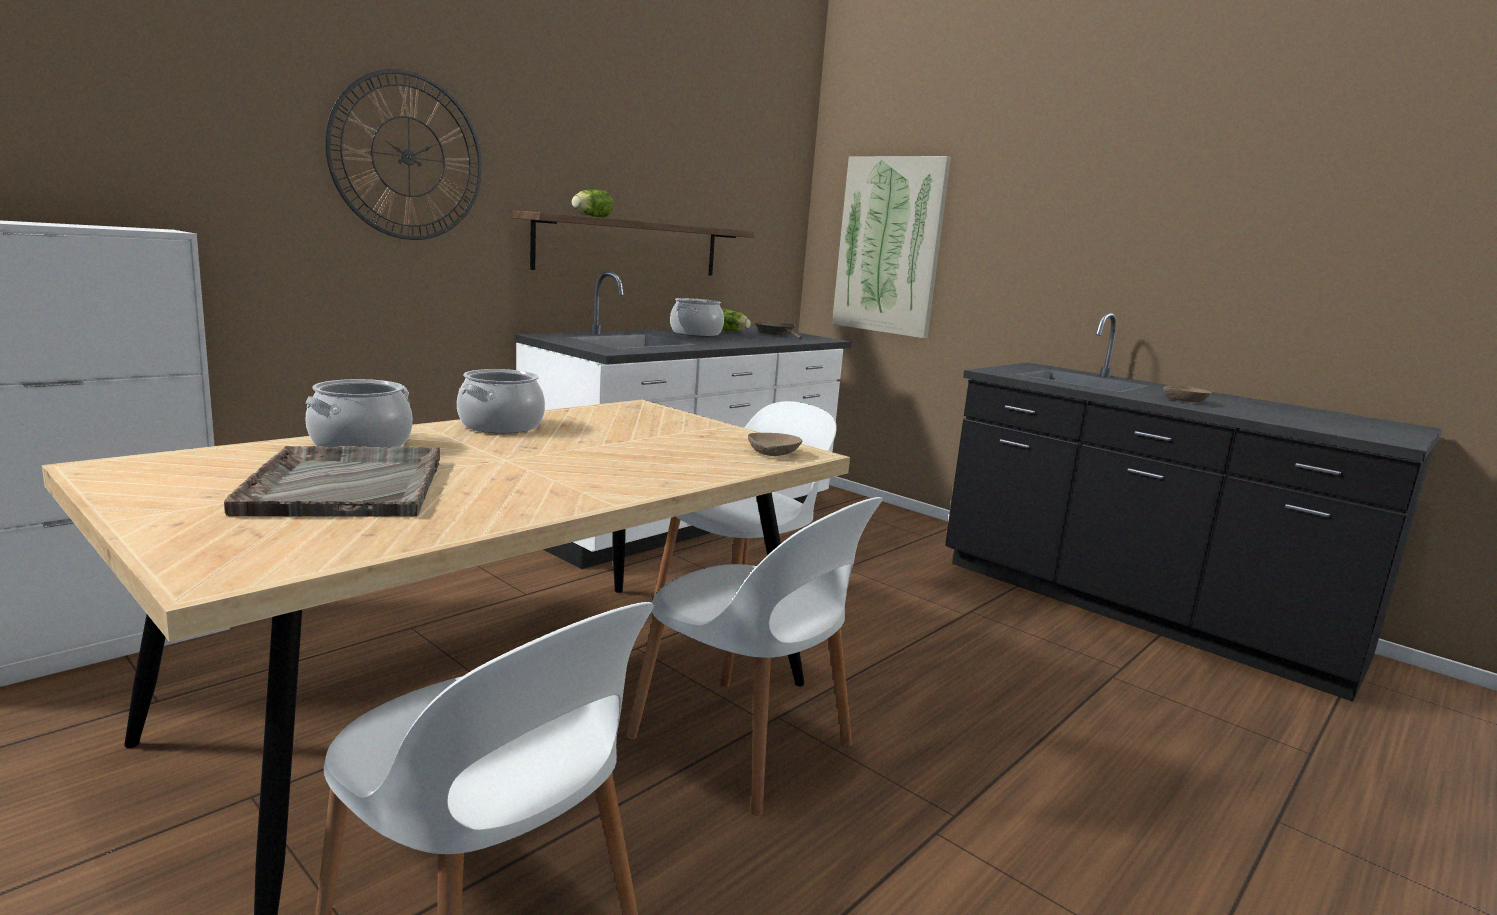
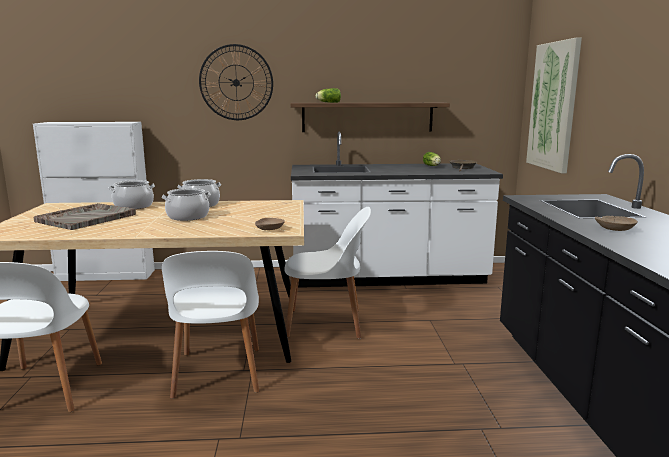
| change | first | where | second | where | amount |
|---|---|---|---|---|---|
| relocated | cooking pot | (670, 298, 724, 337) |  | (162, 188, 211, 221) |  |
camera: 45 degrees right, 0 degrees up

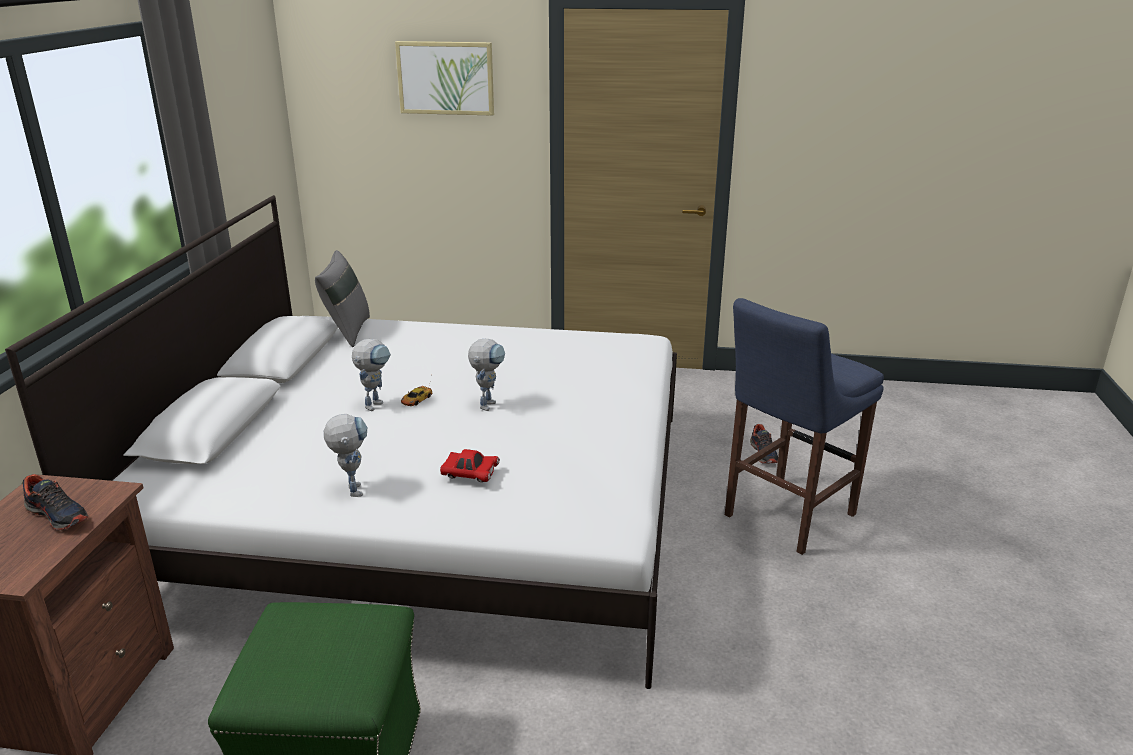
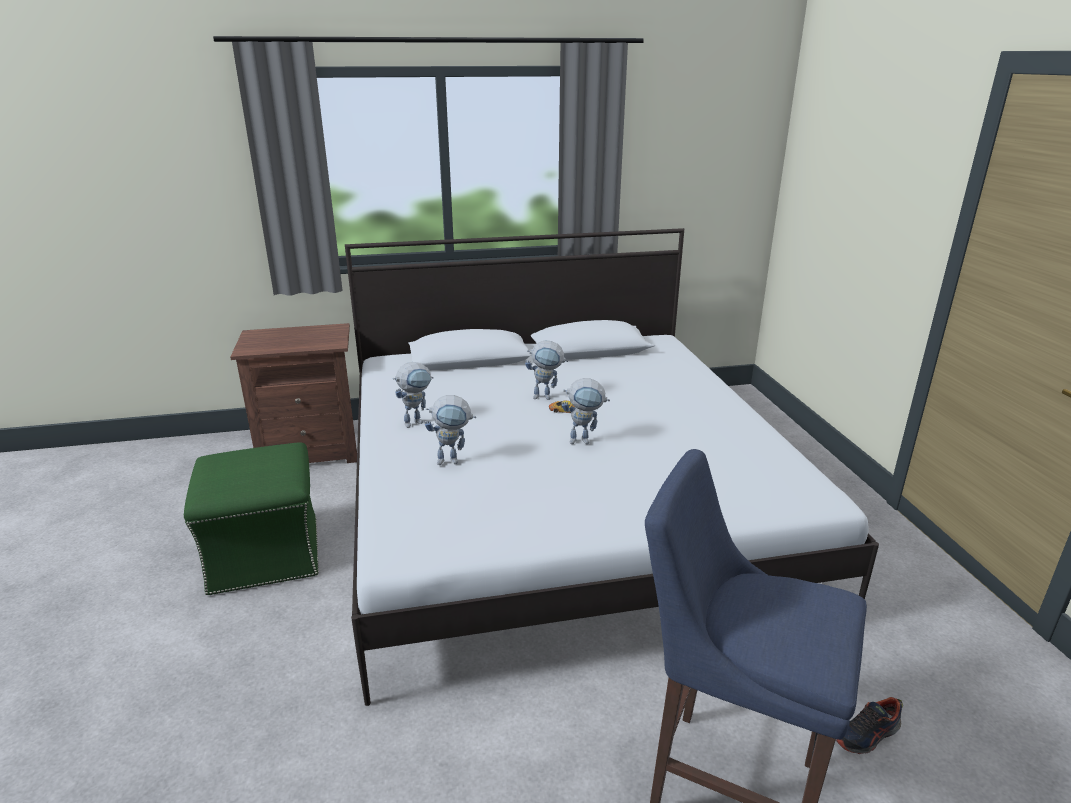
| change | first | where | second | where | amount |
|---|---|---|---|---|---|
| missing | shoe | (22, 474, 88, 530) |  |  |  |
| missing | grey pillow | (315, 250, 370, 347) |  |  |  |
| missing | picture | (395, 41, 494, 116) |  |  |  |
| exchanged | red toy car | (440, 449, 500, 482) | toy robot | (425, 395, 476, 465) |  |
camera: 70 degrees right, 0 degrees up

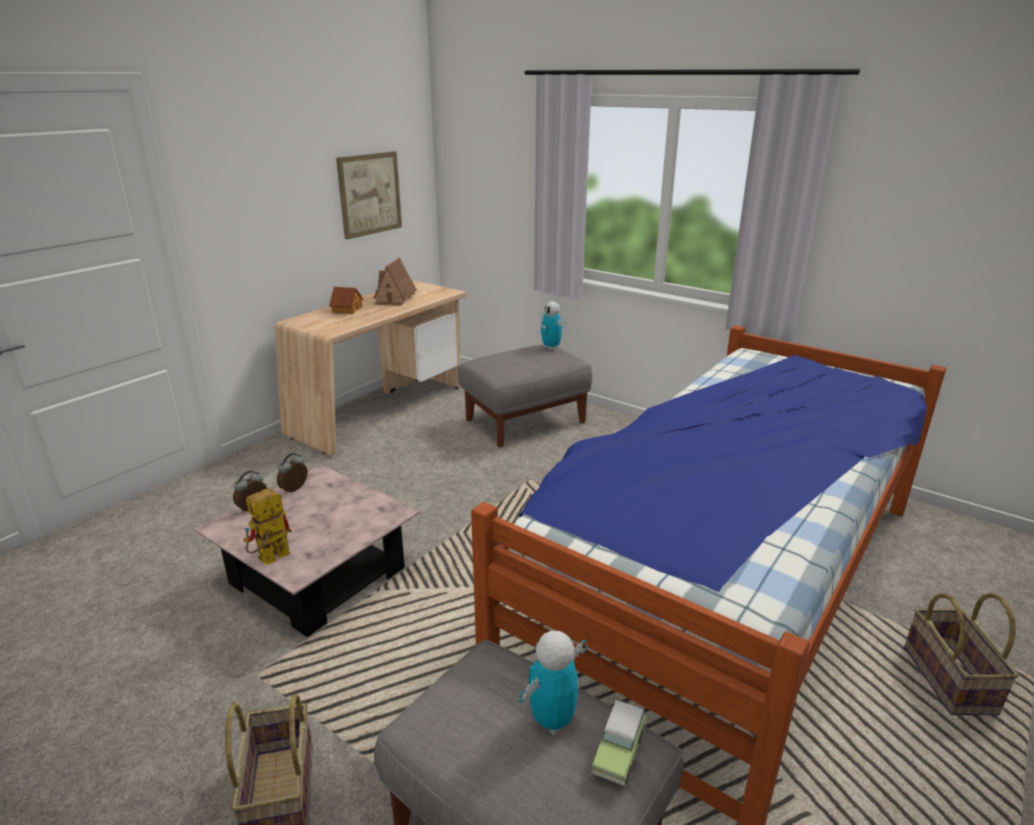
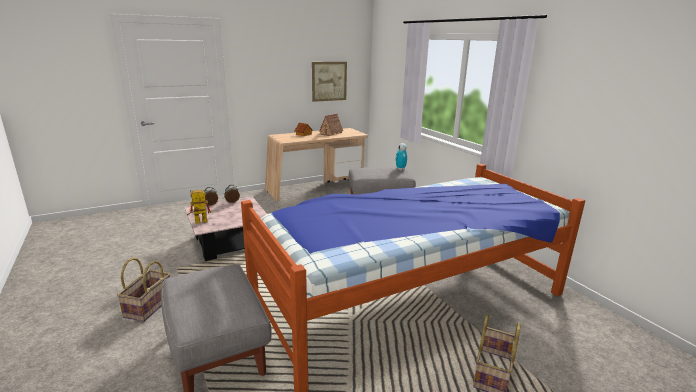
| change | first | where | second | where | amount |
|---|---|---|---|---|---|
| missing | toy robot | (518, 630, 587, 735) |  |  |  |
| missing | toy car | (591, 700, 646, 786) |  |  |  |
camera: 25 degrees right, 5 degrees down

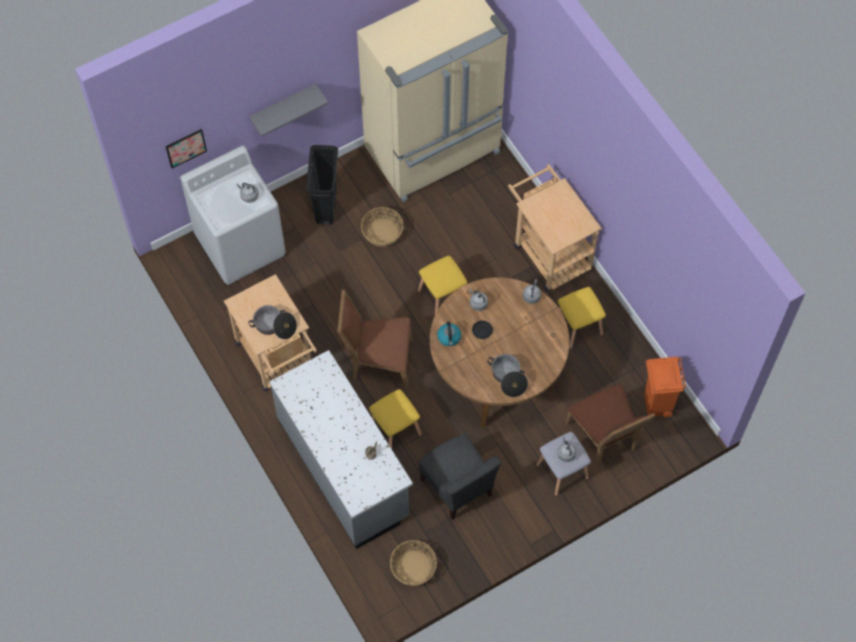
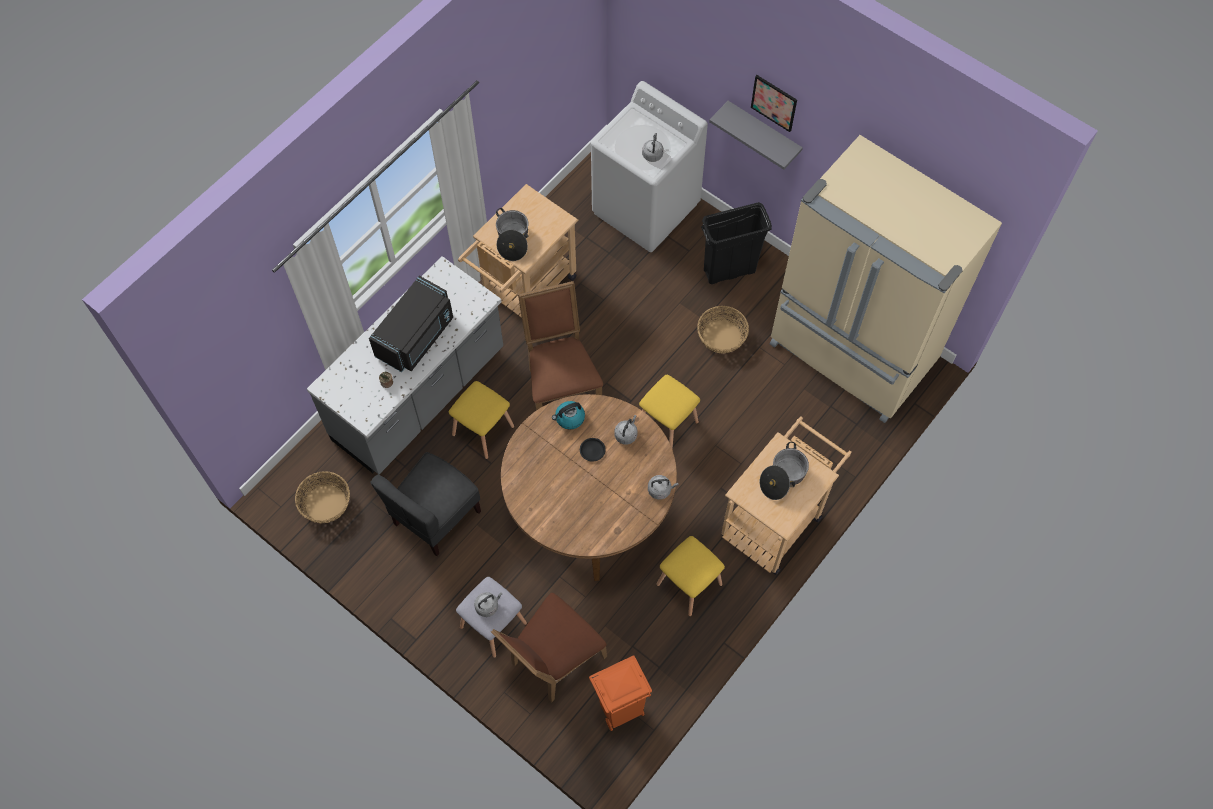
| change | first | where | second | where | amount |
|---|---|---|---|---|---|
| relocated | picture | (166, 129, 207, 168) |  | (751, 75, 797, 132) |  |
| relocated | cooking pot | (487, 354, 528, 397) |  | (760, 442, 809, 500) |  |
| appeared |  |  | black microwave | (369, 276, 453, 372) |  |
camera: 70 degrees right, 0 degrees up

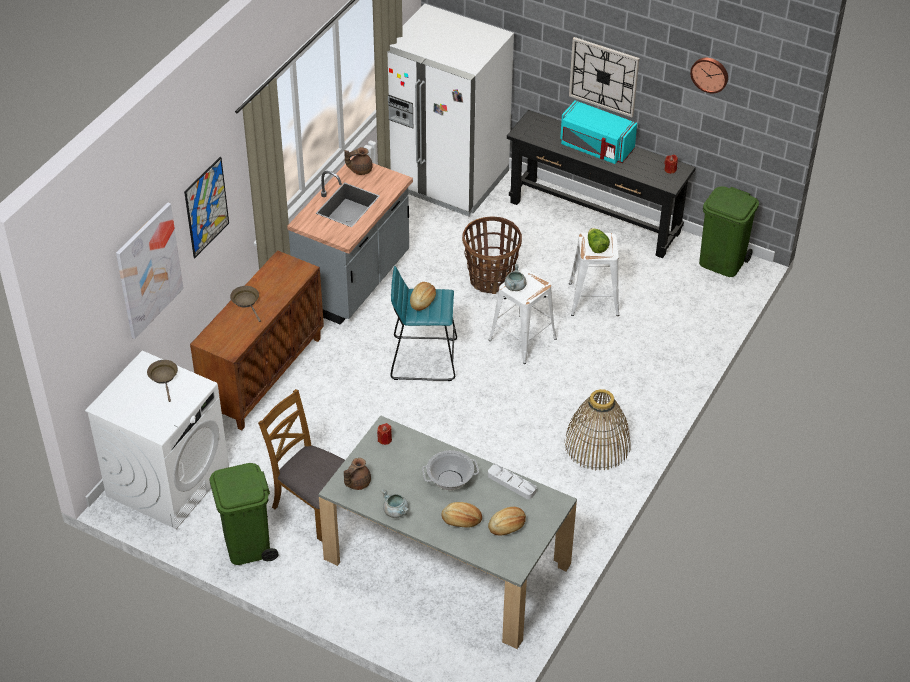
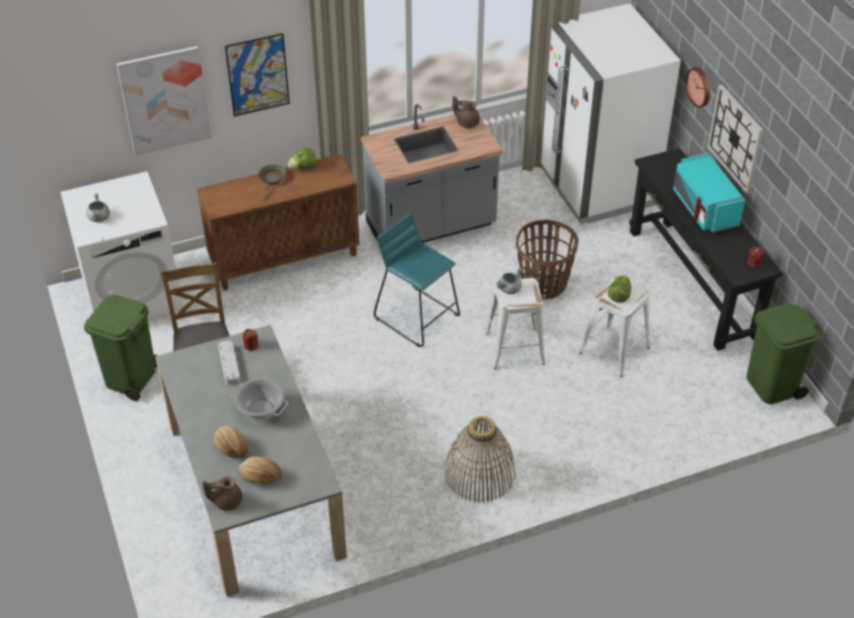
| change | first | where | second | where | amount |
|---|---|---|---|---|---|
| missing | brown frying pan | (147, 360, 178, 402) |  |  |  |
| relocated | brown teapot | (344, 458, 371, 490) |  | (202, 476, 242, 511) |  |
| relocated | grey cooking pot | (381, 489, 409, 518) |  | (86, 194, 110, 222) |  |
| missing | bread | (410, 282, 436, 311) |  |  |  |
| relocated | grey tray | (488, 464, 536, 499) |  | (218, 341, 240, 385) |  |
| relocated | wall clock | (690, 58, 728, 93) |  | (685, 67, 710, 108) |  |
| appeared |  |  | lettuce | (288, 148, 317, 170) |  |
camera: 40 degrees right, 0 degrees up

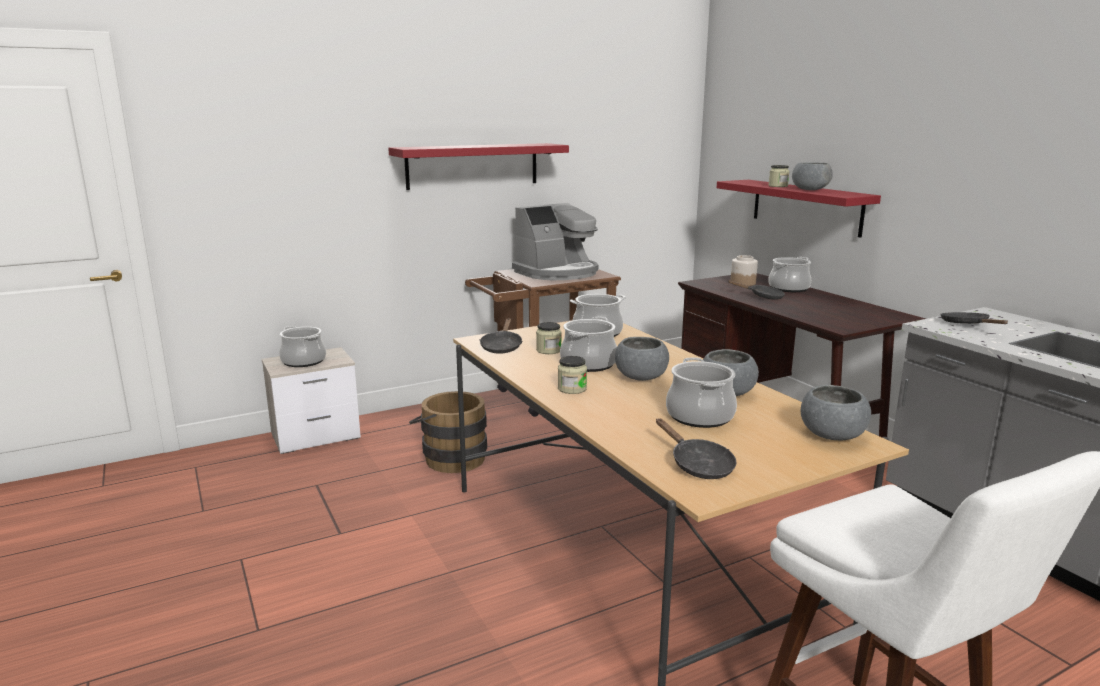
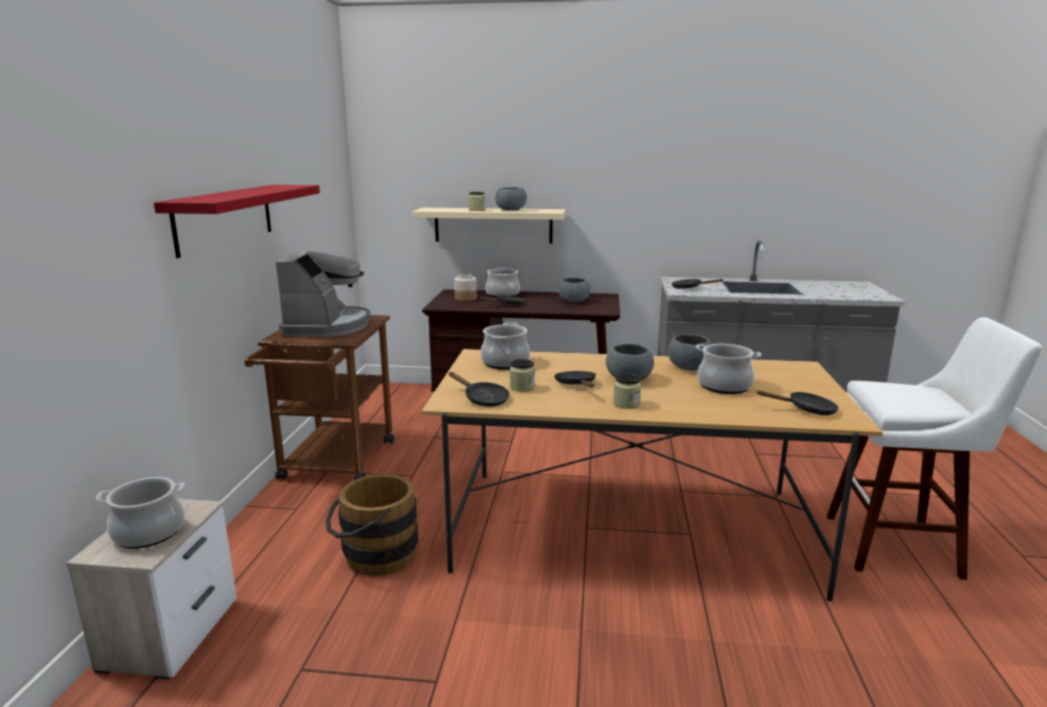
| change | first | where | second | where | amount |
|---|---|---|---|---|---|
| exchanged | cooking pot | (560, 317, 617, 372) | black frying pan | (555, 371, 596, 387) |  |
| colour | red shelf | (717, 180, 881, 238) | beige shelf | (412, 208, 566, 244) |  |
| relocated | grey bowl | (800, 385, 871, 441) |  | (558, 278, 590, 302) |  |
camera: 55 degrees left, 0 degrees up

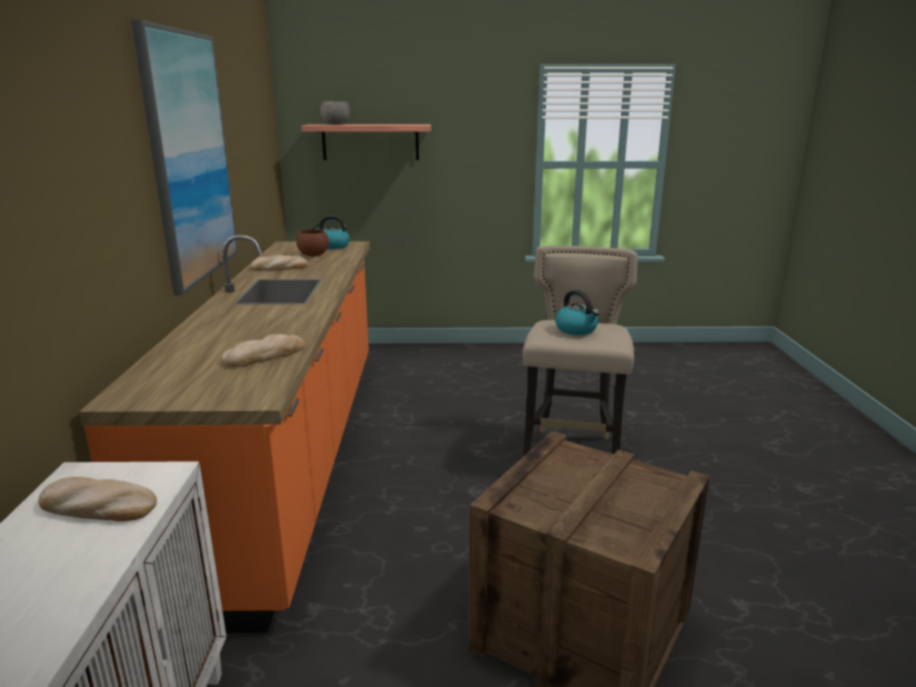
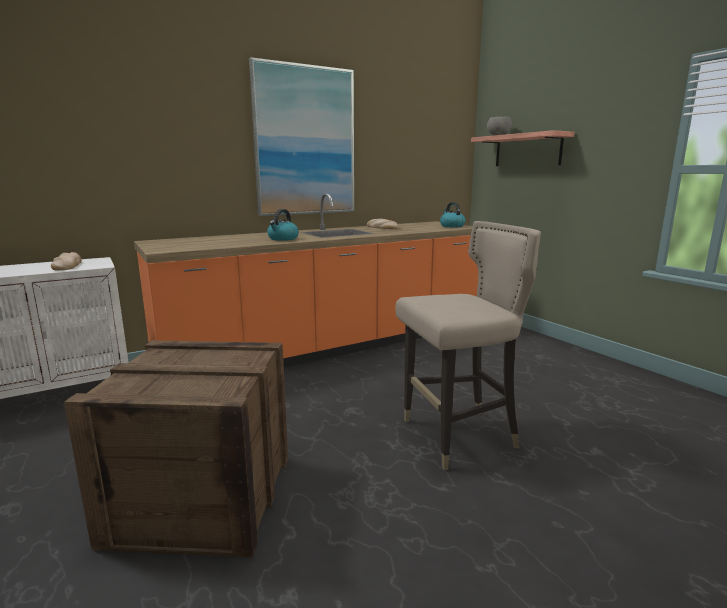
| change | first | where | second | where | amount |
|---|---|---|---|---|---|
| missing | bread | (221, 334, 305, 367) |  |  |  |
| missing | brown bowl | (296, 229, 329, 256) |  |  |  |
| relocated | kettle | (555, 290, 599, 335) |  | (267, 209, 299, 241) |  |
camera: 60 degrees right, 5 degrees down

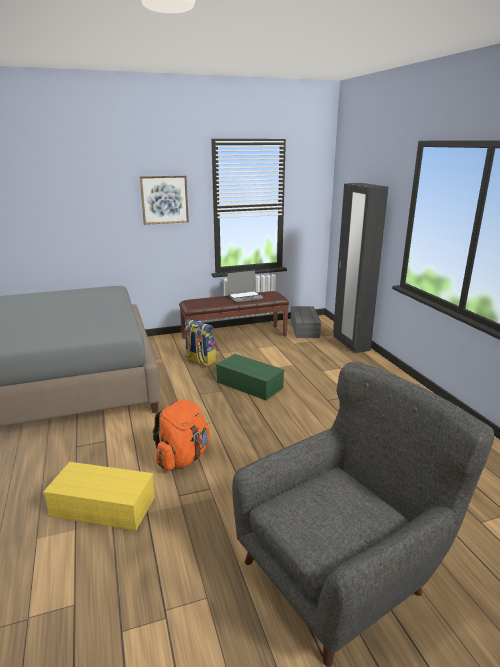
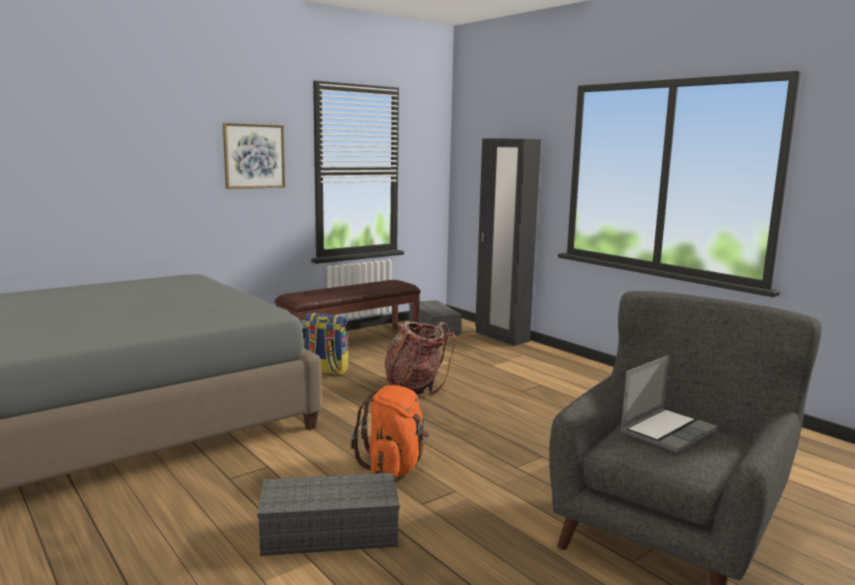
| change | first | where | second | where | amount |
|---|---|---|---|---|---|
| colour | yellow storage box | (43, 462, 155, 531) | grey storage box | (257, 473, 400, 556) |  |
| exchanged | green storage box | (216, 354, 284, 400) | backpack | (385, 322, 456, 395) |  |
| relocated | laptop | (227, 270, 263, 303) |  | (620, 355, 717, 453) |  |
camera: 20 degrees left, 10 degrees down

